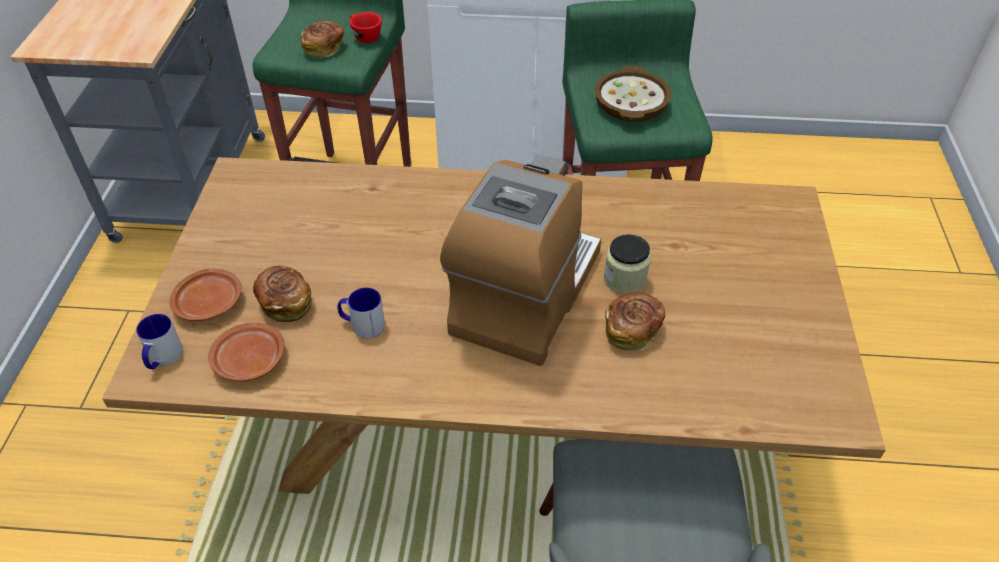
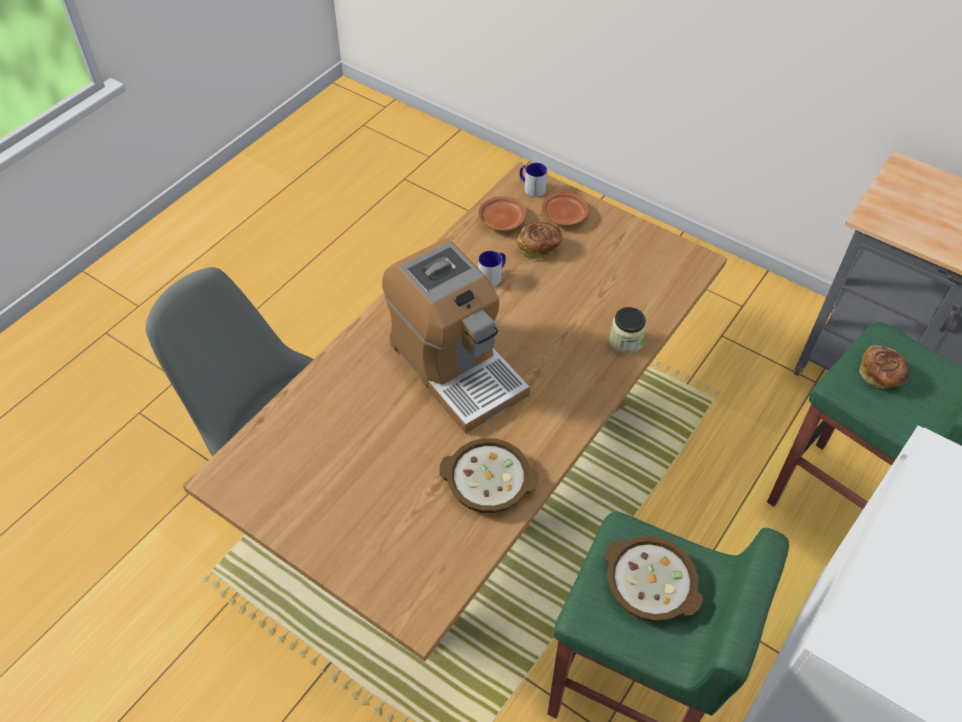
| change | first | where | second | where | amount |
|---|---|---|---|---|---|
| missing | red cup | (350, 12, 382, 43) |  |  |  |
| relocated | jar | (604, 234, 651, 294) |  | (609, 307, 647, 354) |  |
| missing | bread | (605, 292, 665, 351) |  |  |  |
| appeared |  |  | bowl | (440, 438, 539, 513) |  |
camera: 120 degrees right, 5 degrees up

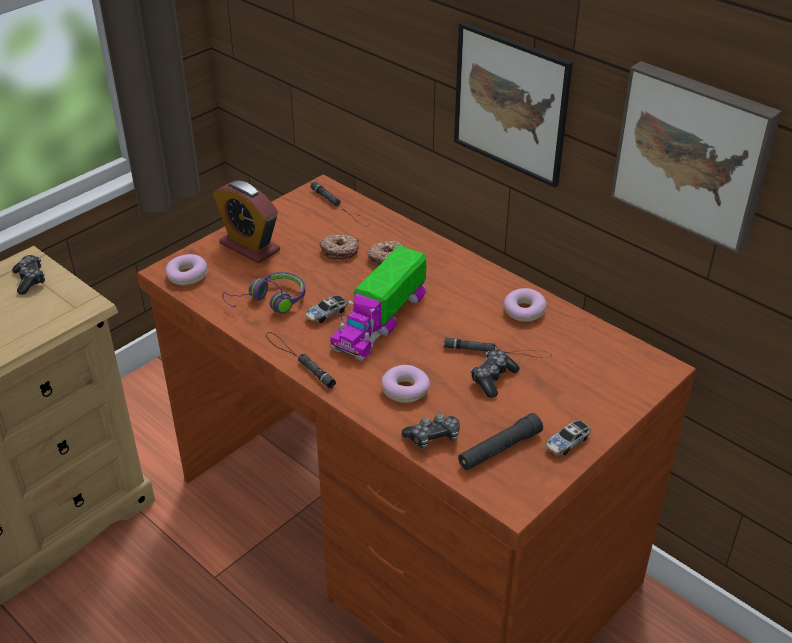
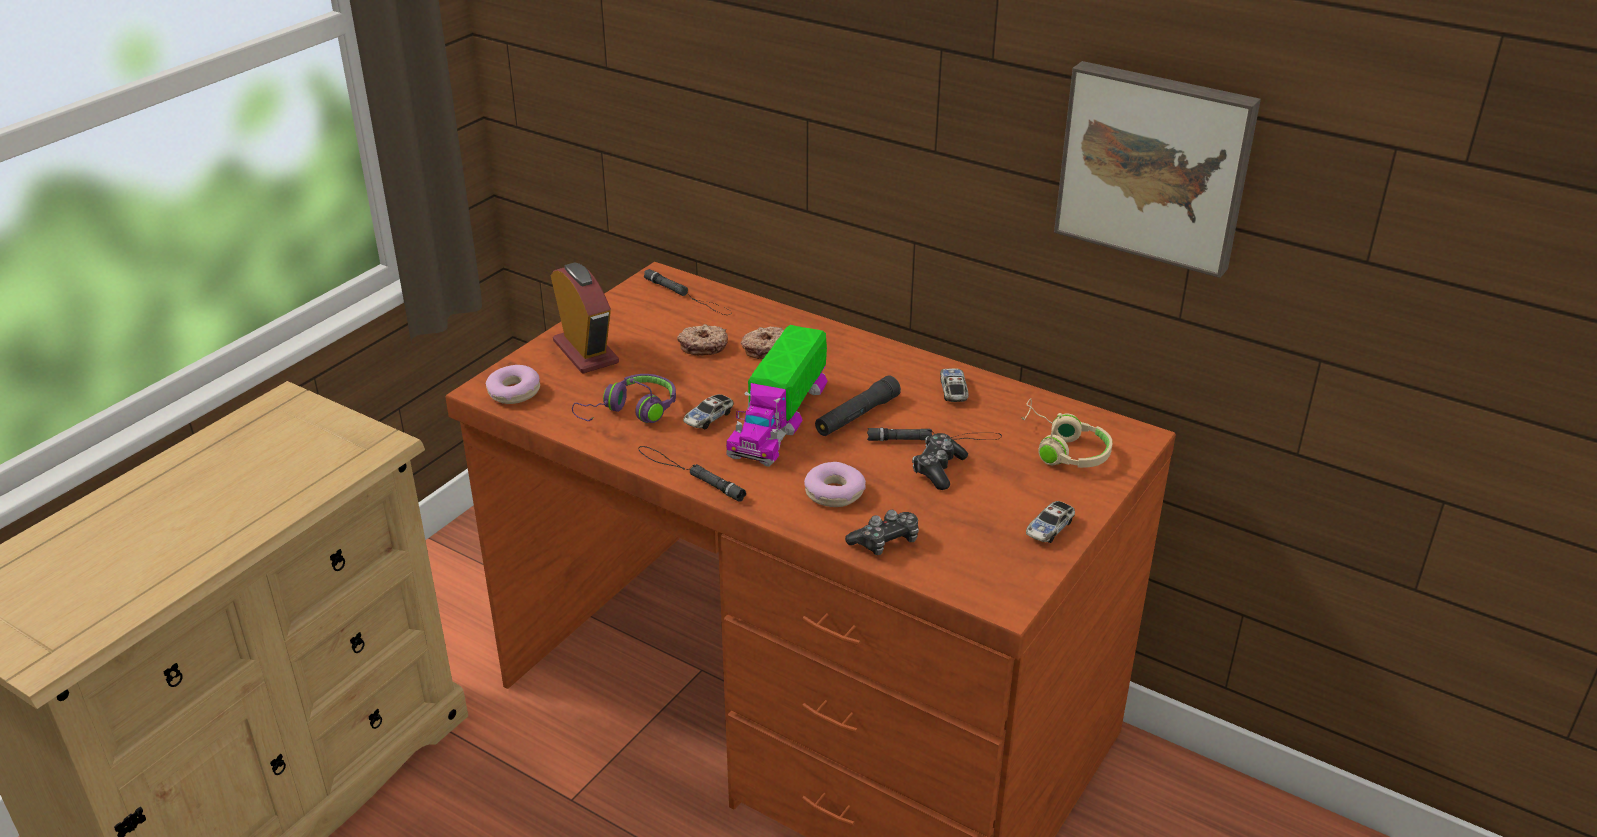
| change | first | where | second | where | amount |
|---|---|---|---|---|---|
| missing | game controller | (12, 255, 45, 295) |  |  |  |
| spun | alarm clock | (213, 180, 280, 264) |  | (551, 262, 619, 373) | 150 degrees counterclockwise |
| missing | picture | (454, 22, 573, 188) |  |  |  |
| relocated | black flashlight | (458, 413, 543, 470) |  | (815, 375, 901, 436) |  |
| exchanged | donut | (504, 288, 547, 322) | toy car | (940, 368, 969, 402) |  |
| appeared |  |  | beige headphones | (1021, 398, 1113, 468) |  |
camera: 10 degrees left, 5 degrees down

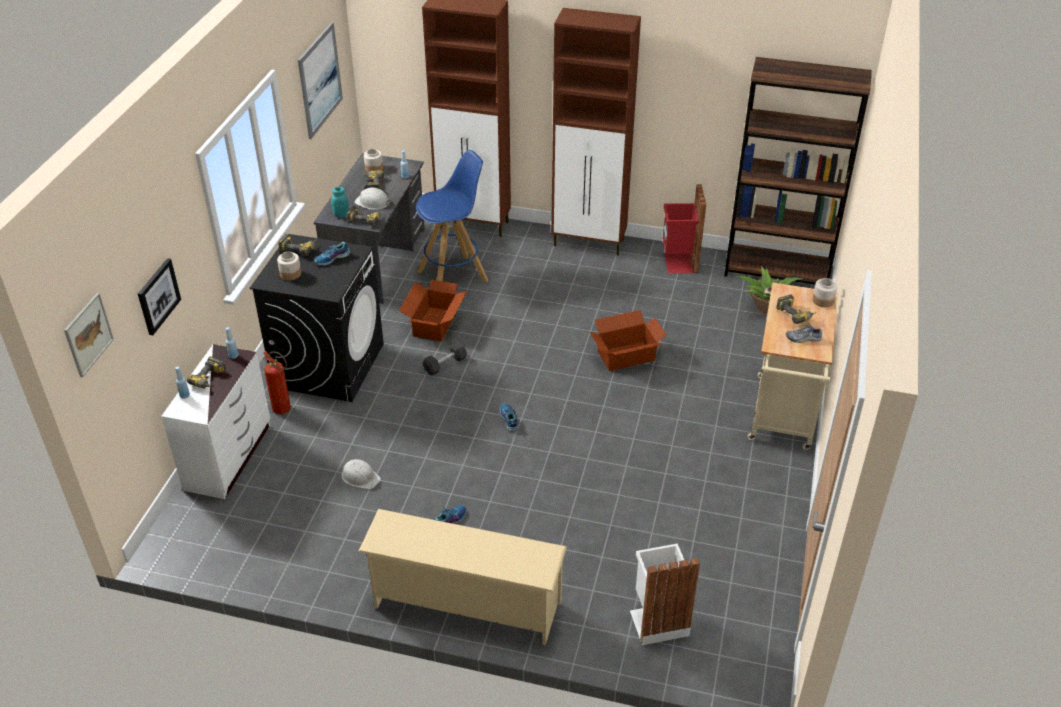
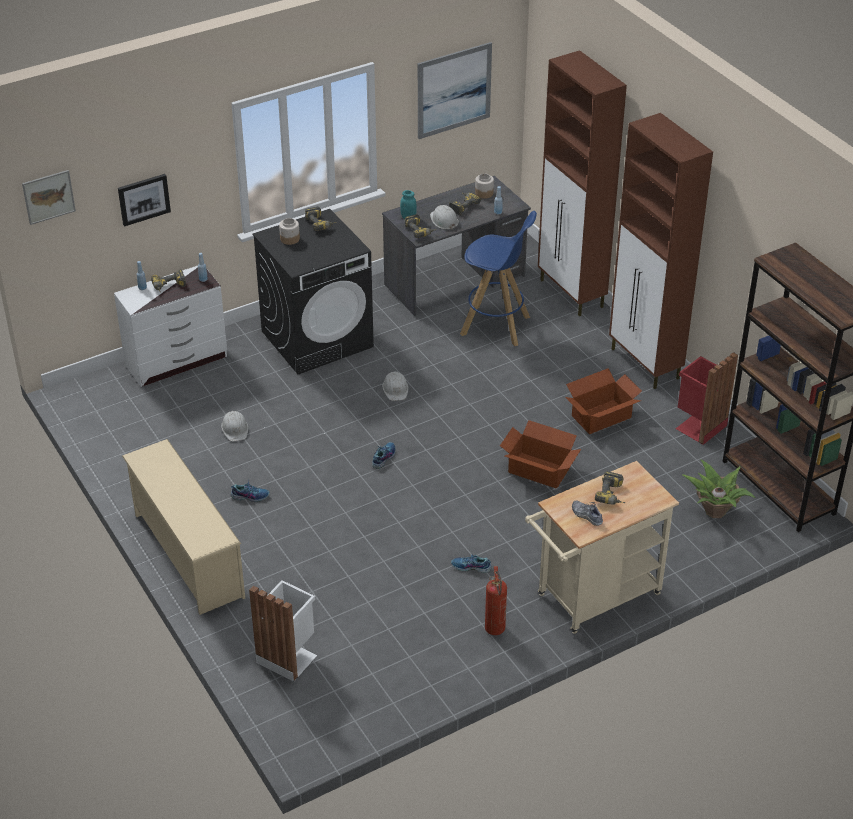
| change | first | where | second | where | amount |
|---|---|---|---|---|---|
| relocated | fire extinguisher | (263, 351, 291, 414) |  | (485, 566, 507, 635) |  |
| relocated | shoe | (314, 242, 350, 266) |  | (451, 555, 492, 573) |  |
| relocated | cardboard box | (399, 279, 467, 342) |  | (565, 368, 642, 434) |  |
| exchanged | black dumbbell | (423, 342, 467, 376) | white hard hat | (382, 371, 409, 401) |  |
| missing | jar | (813, 278, 838, 307) |  |  |  |
camera: 45 degrees right, 0 degrees up

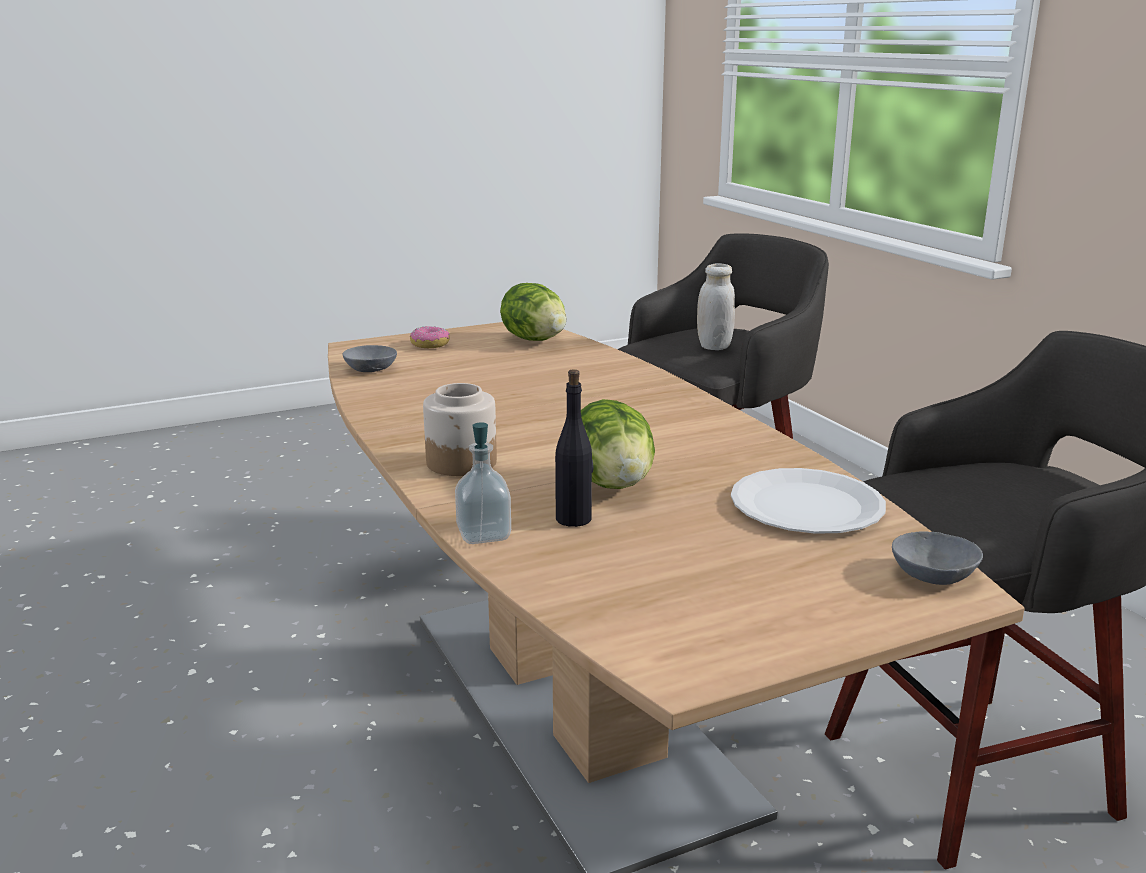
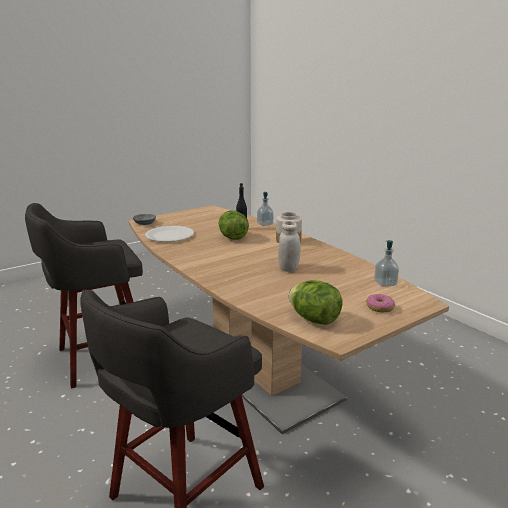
| change | first | where | second | where | amount |
|---|---|---|---|---|---|
| exchanged | grey bowl | (343, 345, 397, 372) | soap dispenser | (374, 240, 399, 287) |  |
| relocated | white jar | (697, 263, 735, 350) |  | (278, 221, 301, 272) |  |
camera: 170 degrees right, 0 degrees up

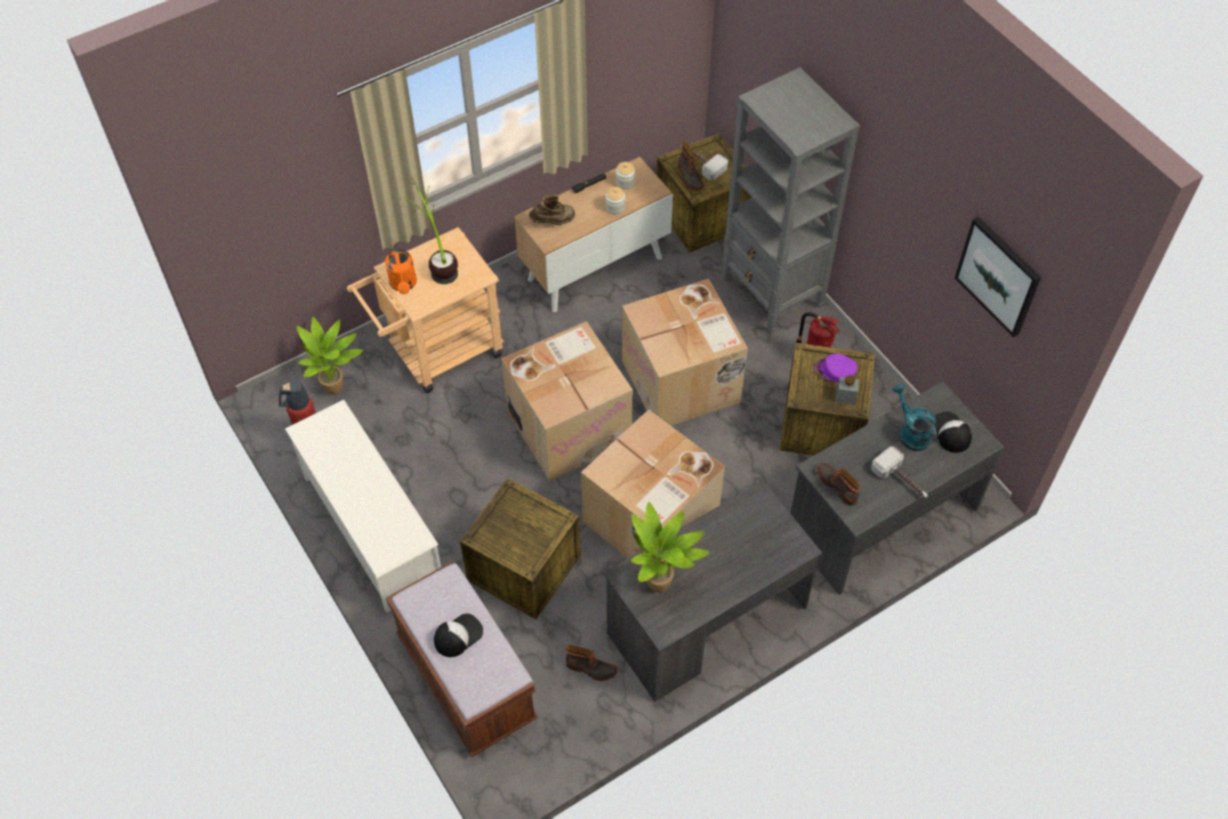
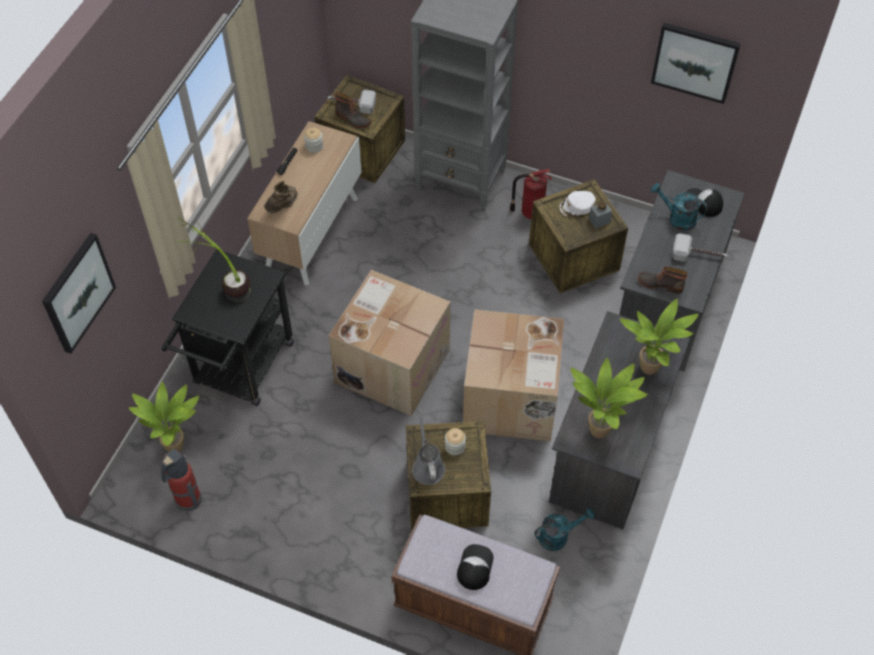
| change | first | where | second | where | amount |
|---|---|---|---|---|---|
| missing | white shoe rack | (285, 400, 441, 613) |  |  |  |
| colour | beige cart | (347, 227, 504, 393) | black cart | (162, 249, 294, 406) |  |
| missing | orange watering can | (385, 242, 417, 294) |  |  |  |
| exchanged | boot | (566, 645, 618, 681) | turquoise watering can | (534, 508, 595, 551) |  |
| relocated | jar | (606, 187, 625, 214) |  | (445, 428, 466, 455) |  |
| missing | cardboard box | (622, 279, 748, 426) |  |  |  |
| colour | purple cap | (815, 354, 858, 383) | white cap | (560, 191, 596, 217) |  |
| appeared |  |  | picture | (42, 233, 116, 354) |  |
| appeared |  |  | grey watering can | (412, 409, 445, 485) |  |
| appeared |  |  | potted plant | (620, 299, 698, 375) |  |
camera: 35 degrees left, 0 degrees up

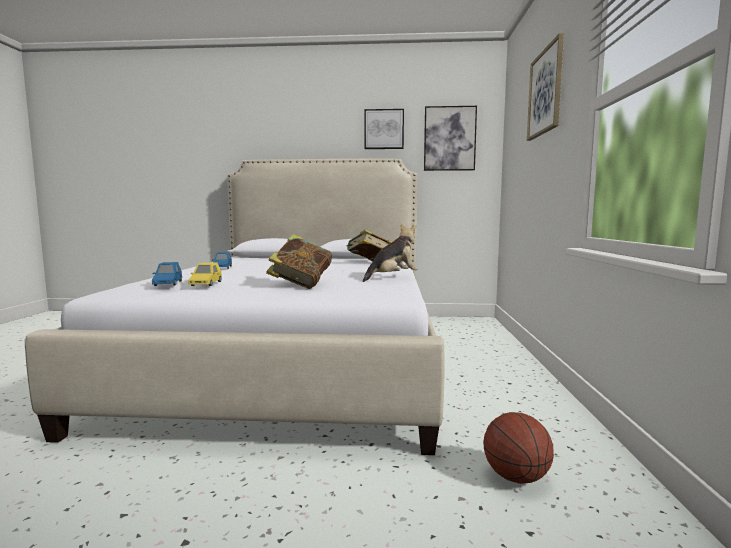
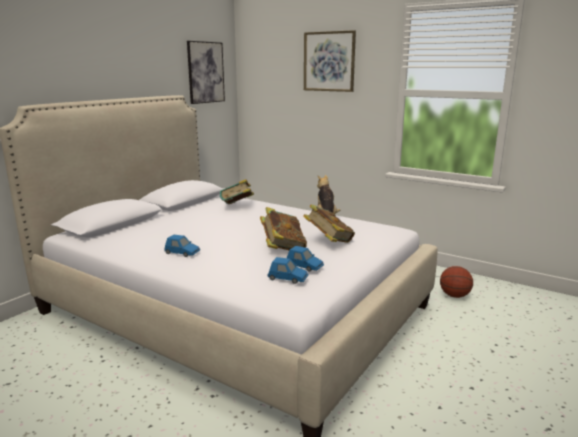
| change | first | where | second | where | amount |
|---|---|---|---|---|---|
| colour | yellow toy car | (188, 262, 222, 286) | blue toy car | (287, 246, 324, 272) |  |
| missing | picture | (365, 109, 404, 149) |  |  |  |
| appeared |  |  | book | (260, 207, 307, 250) |  |
camera: 60 degrees left, 10 degrees up

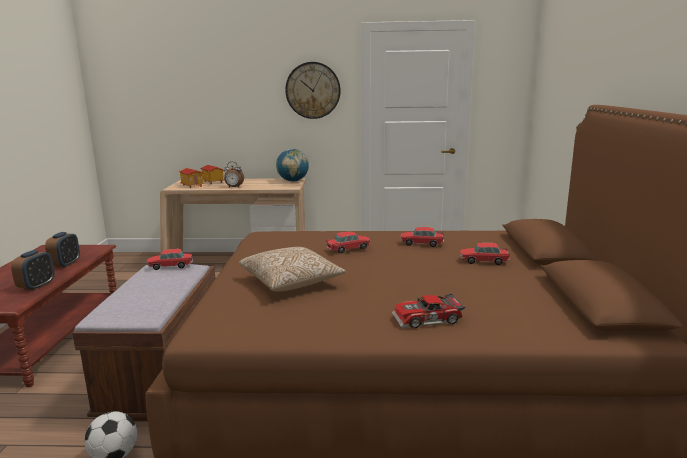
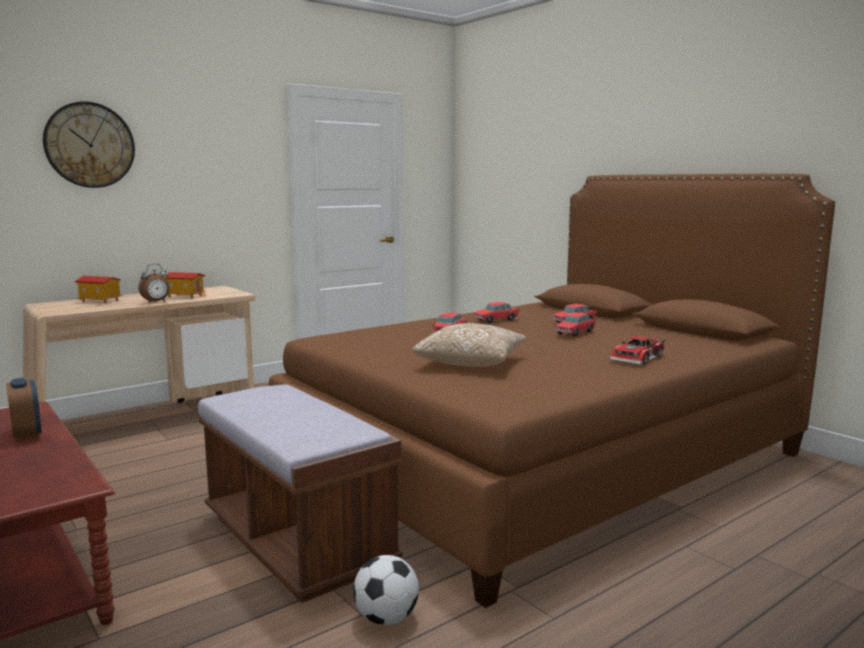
| change | first | where | second | where | amount |
|---|---|---|---|---|---|
| missing | alarm clock | (11, 250, 55, 291) |  |  |  |
| relocated | toy car | (147, 249, 193, 270) |  | (555, 312, 596, 337) |  |
| relocated | toy house | (179, 168, 205, 188) |  | (164, 272, 206, 298) |  |
| missing | globe | (276, 149, 309, 182) |  |  |  |
| relocated | wall clock | (285, 62, 341, 119) |  | (43, 101, 135, 188) |  |
camera: 40 degrees left, 5 degrees down

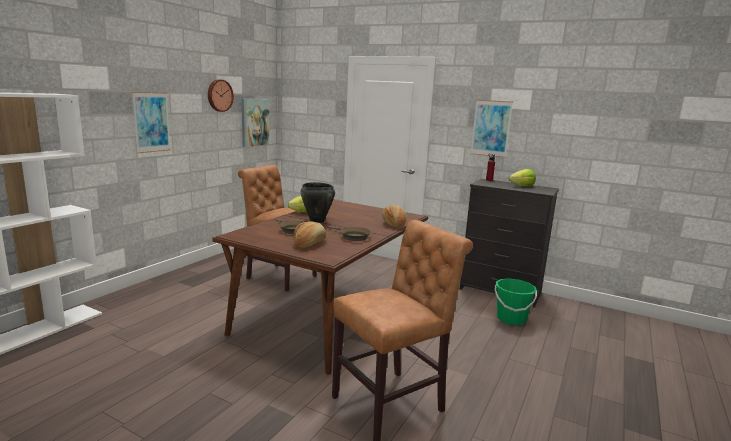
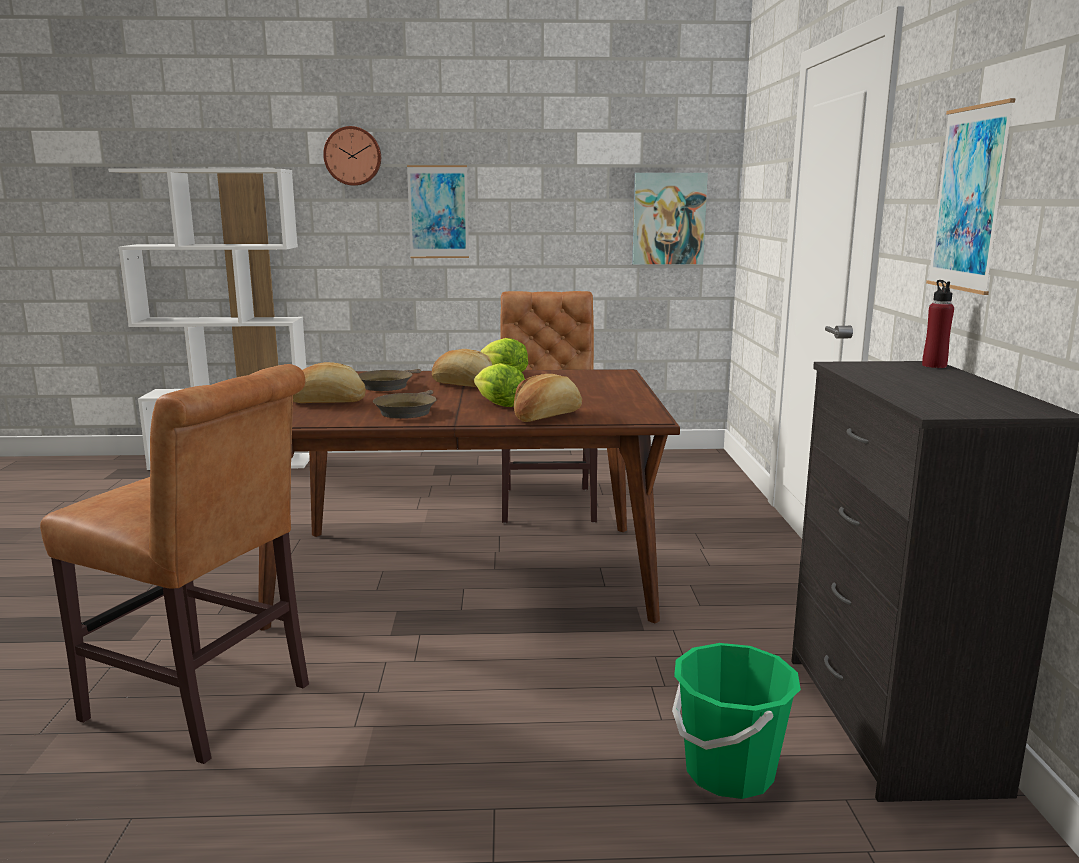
| change | first | where | second | where | amount |
|---|---|---|---|---|---|
| relocated | wall clock | (208, 79, 234, 112) |  | (323, 126, 381, 186) |  |
| exchanged | black cooking pot | (300, 182, 335, 223) | bread | (432, 349, 492, 387) |  |
| relocated | lettuce | (509, 169, 536, 186) |  | (474, 363, 525, 407) |  |
camera: 60 degrees right, 0 degrees up

